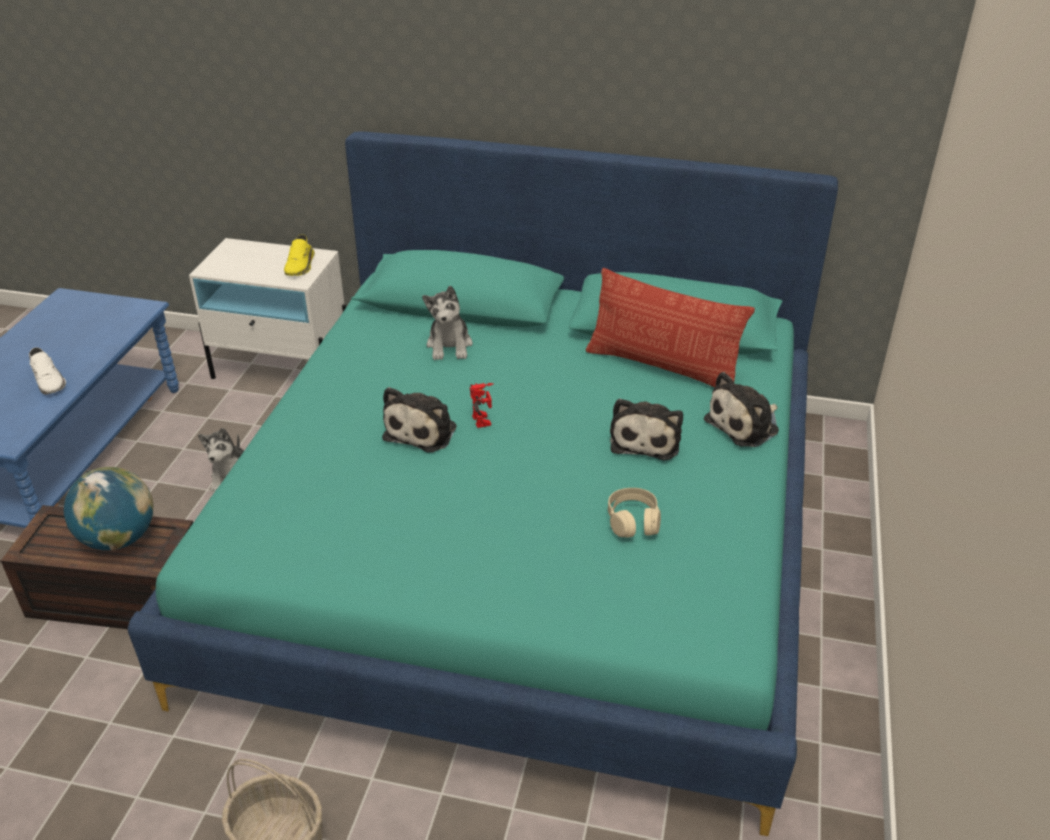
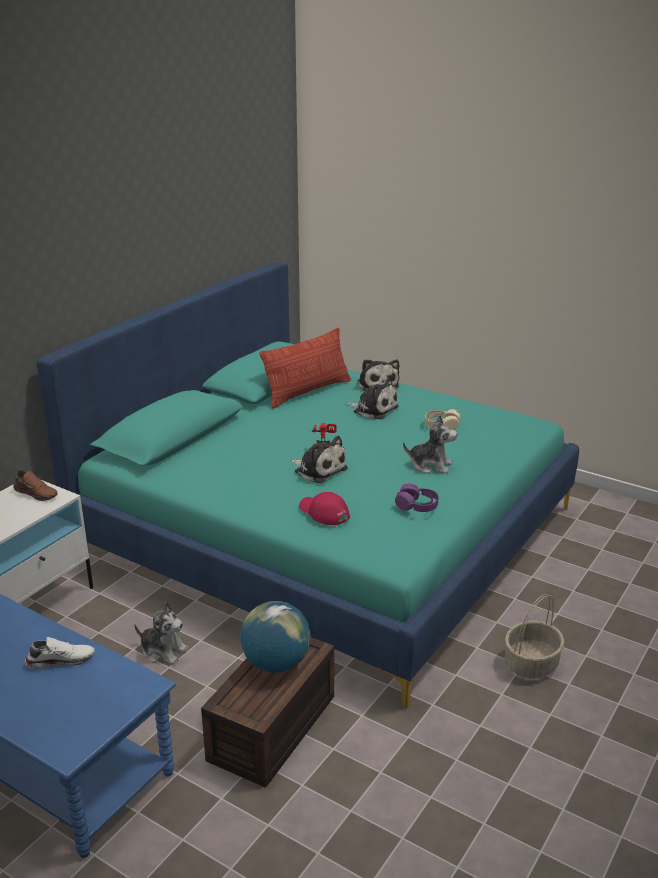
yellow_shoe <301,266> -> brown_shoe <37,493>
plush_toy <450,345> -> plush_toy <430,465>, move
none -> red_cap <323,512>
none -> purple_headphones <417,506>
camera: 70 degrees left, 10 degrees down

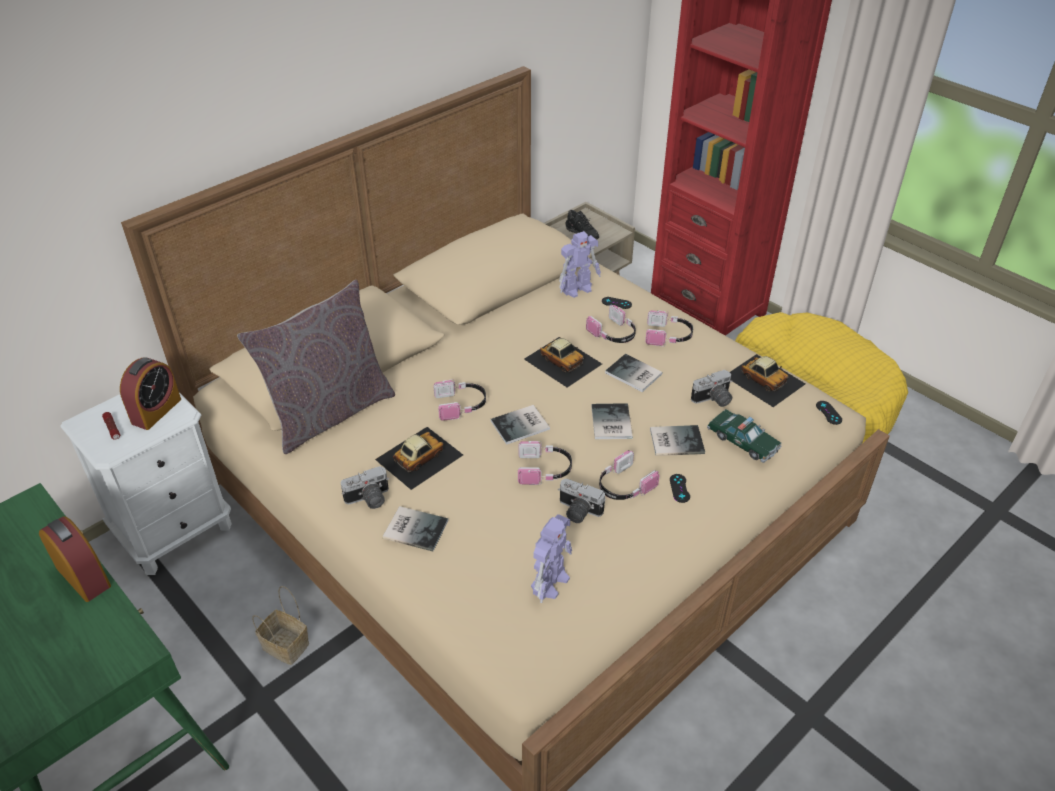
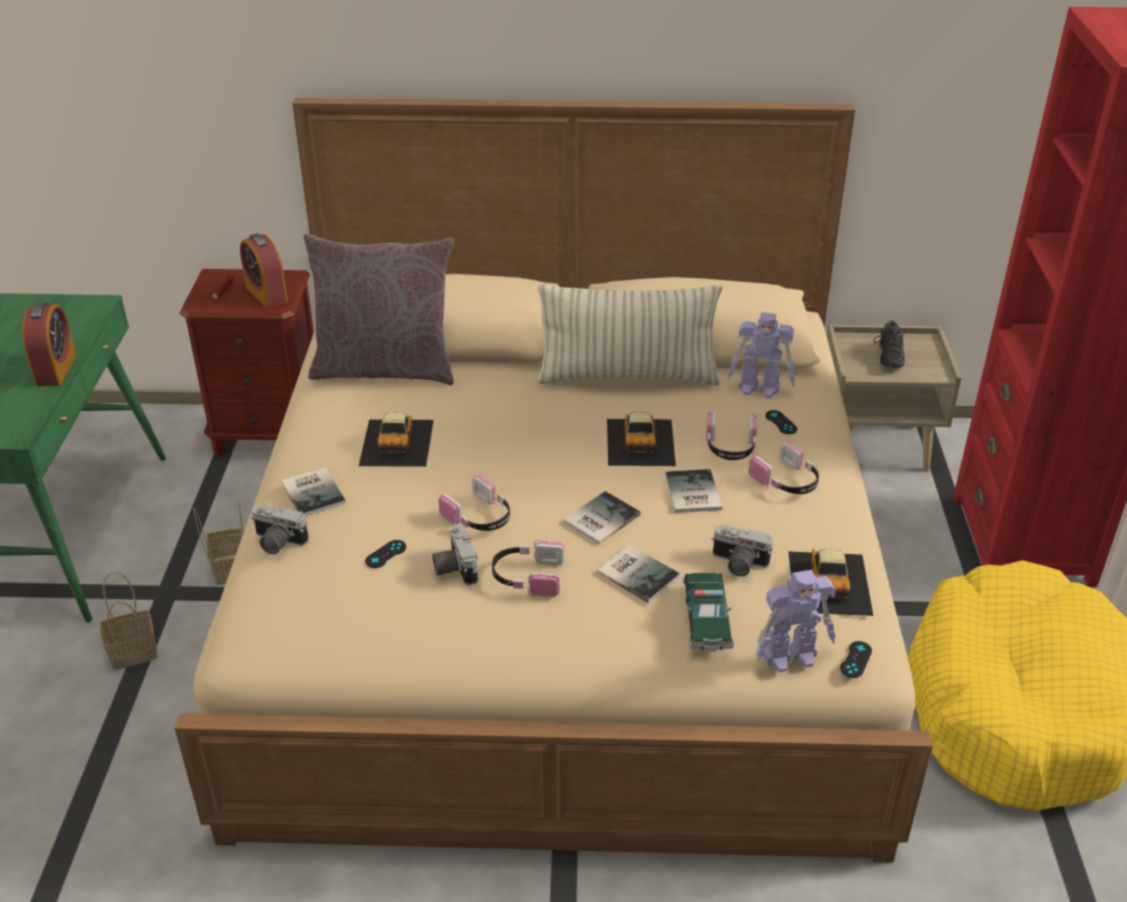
white_nightstand <175,531> -> brown_nightstand <269,434>
alarm_clock <156,411> -> alarm_clock <266,294>, 75 degrees clockwise
photo_camera <368,500> -> photo_camera <277,543>, move
toy_car <418,457> -> toy_car <397,442>, 90 degrees clockwise
headphones <461,405> -> none
book <522,425> -> none
toy_robot <551,582> -> toy_robot <791,656>, move
black_game_controller <679,488> -> black_game_controller <386,554>, move
none -> basket <135,651>
none -> pillow <627,376>
camera: 45 degrees right, 5 degrees down

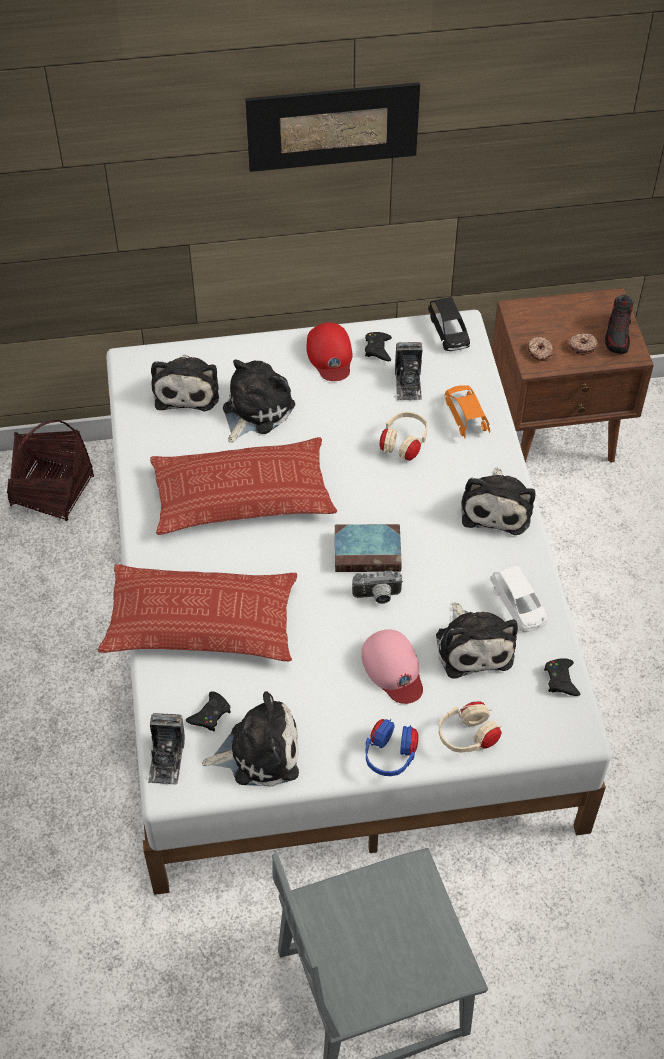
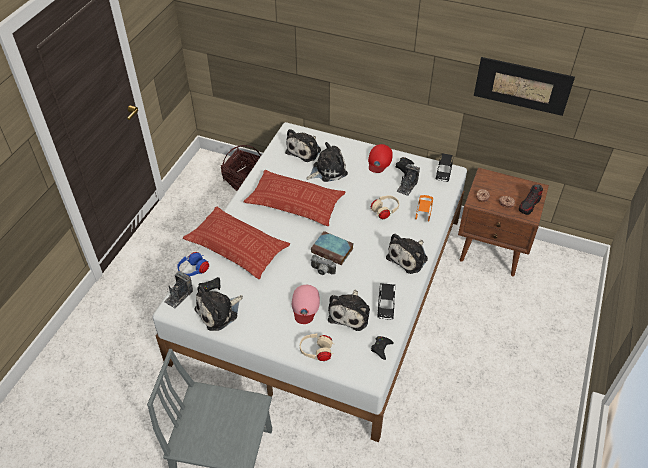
plush_toy <259,752> -> plush_toy <219,312>, 120 degrees clockwise
picture <332,126> -> picture <522,85>, move
blue_headphones <390,756> -> blue_headphones <194,270>, move
white_toy_car <518,605> -> black_toy_car <386,305>
camera: 30 degrees right, 5 degrees down

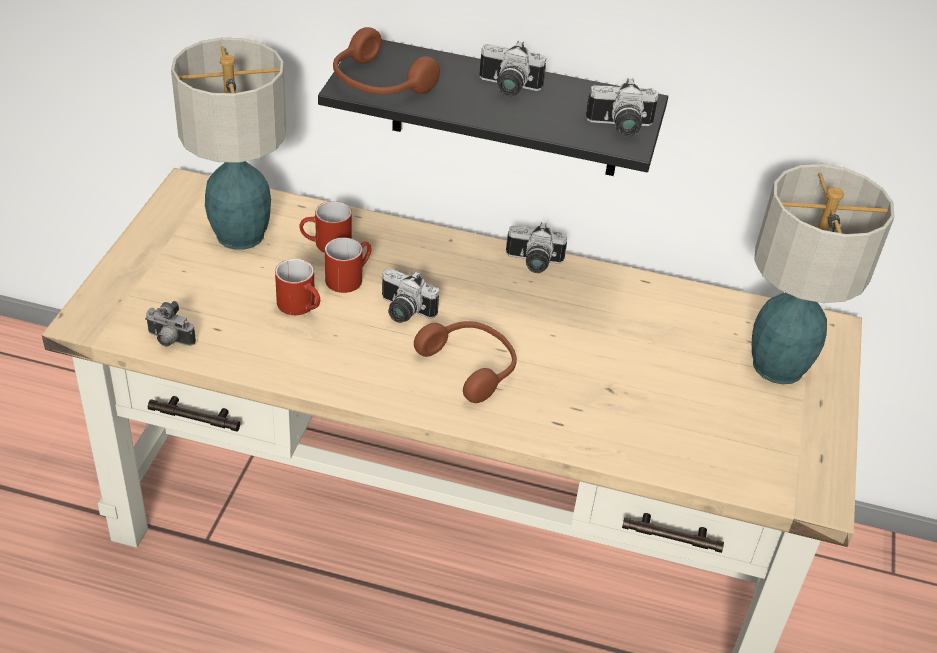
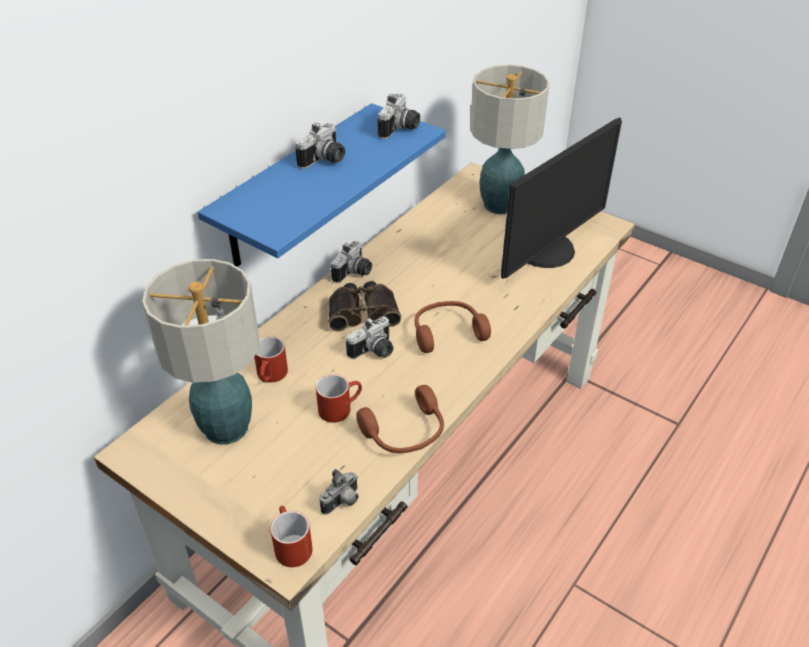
black_shelf <506,108> -> blue_shelf <295,187>
red_mug <348,277> -> red_mug <290,545>, move
brown_headphones <378,84> -> brown_headphones <405,433>, move
none -> binoculars <363,311>
none -> monitor <547,251>
camera: 65 degrees left, 0 degrees up

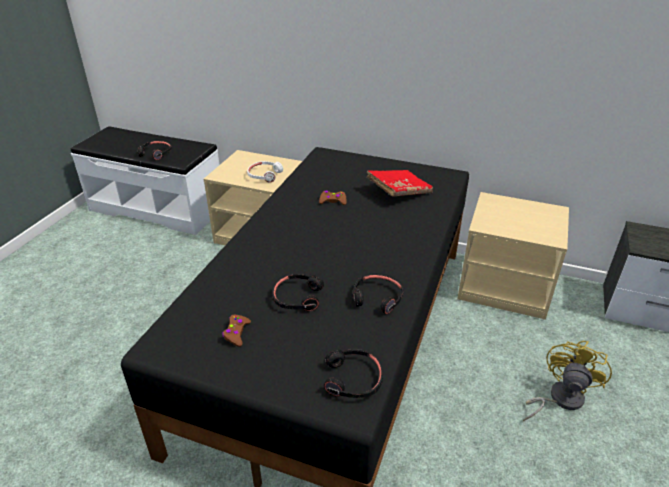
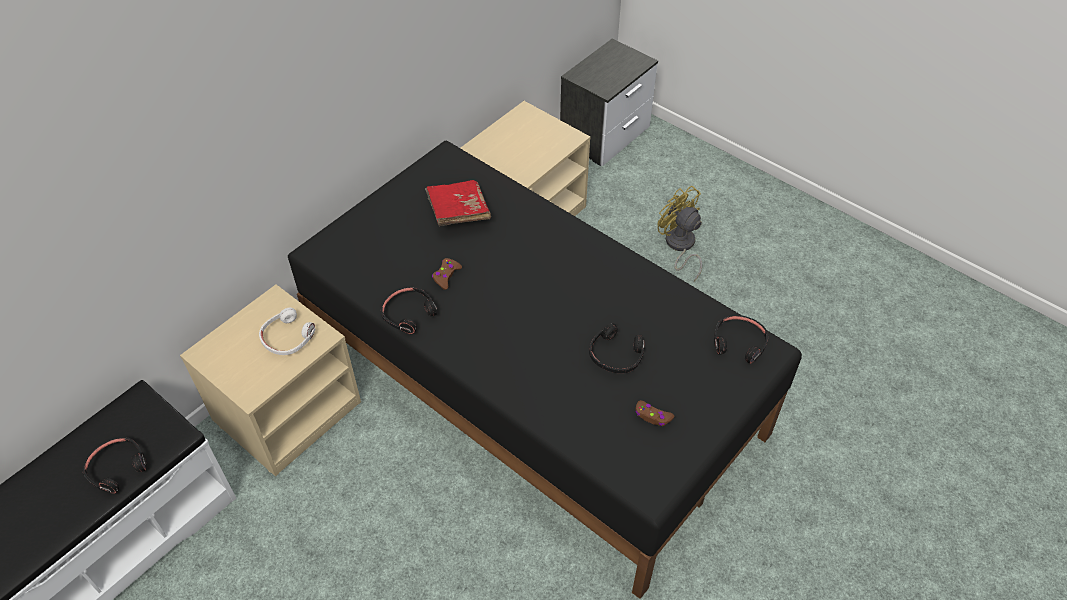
black_headphones <377,298> -> black_headphones <408,314>, move
camera: 70 degrees left, 15 degrees up

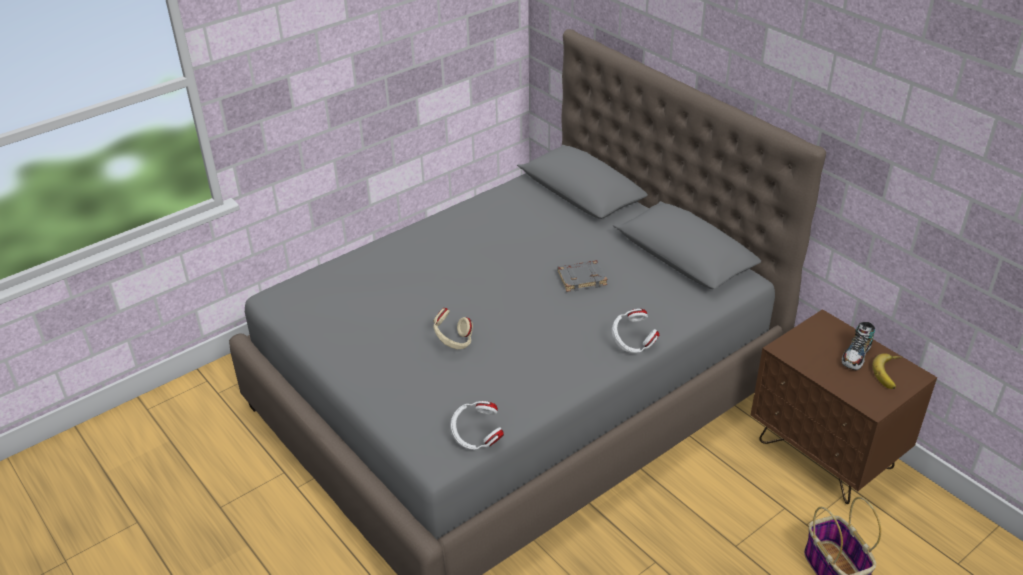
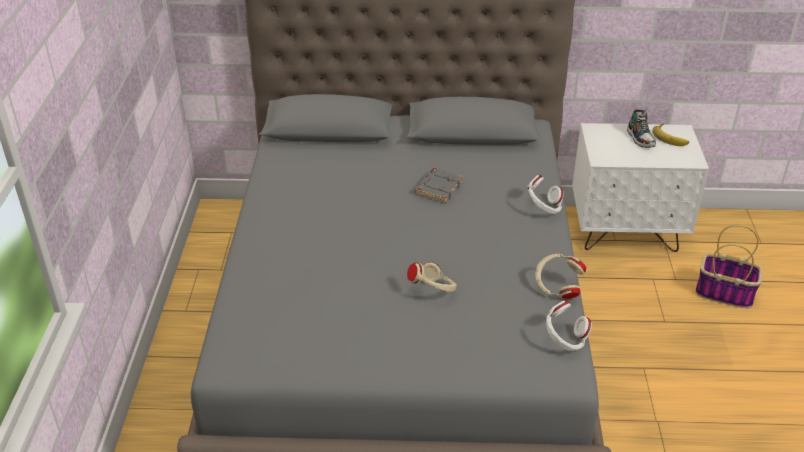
brown_nightstand <825,455> -> white_nightstand <626,232>
none -> beige_headphones <557,288>
camera: 50 degrees left, 0 degrees up

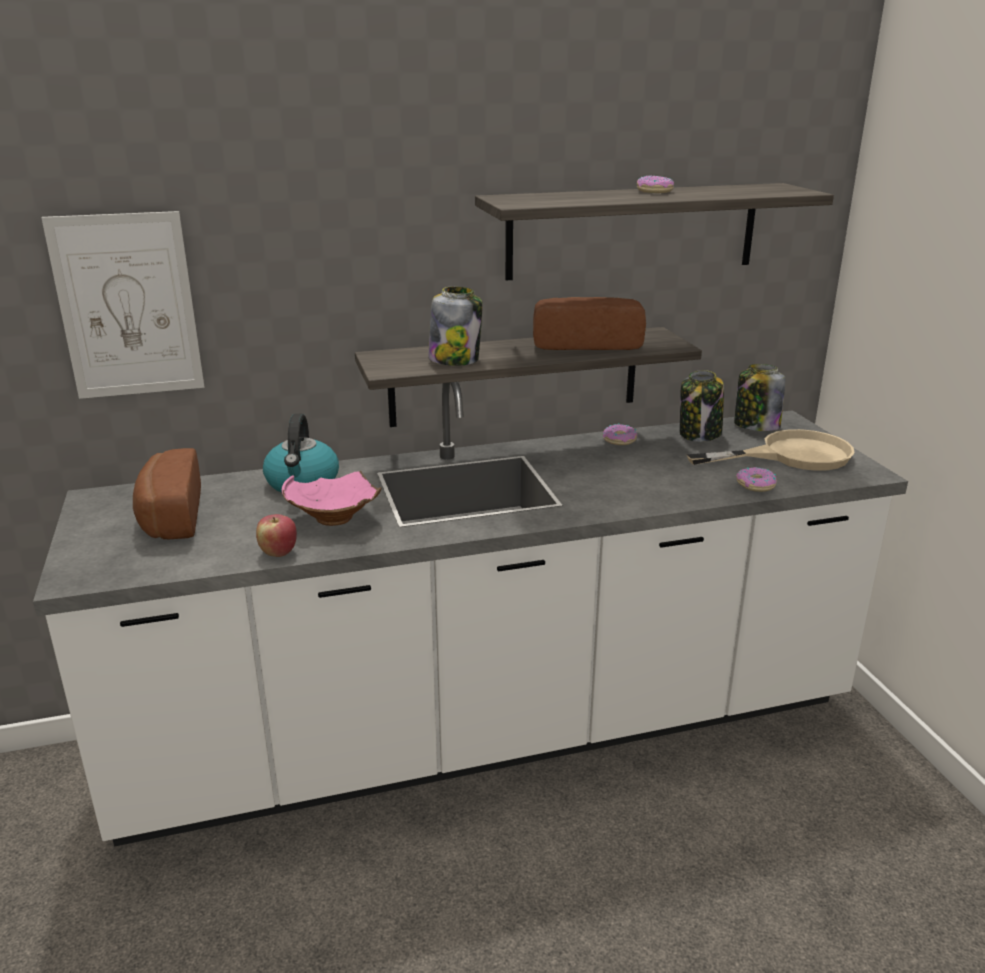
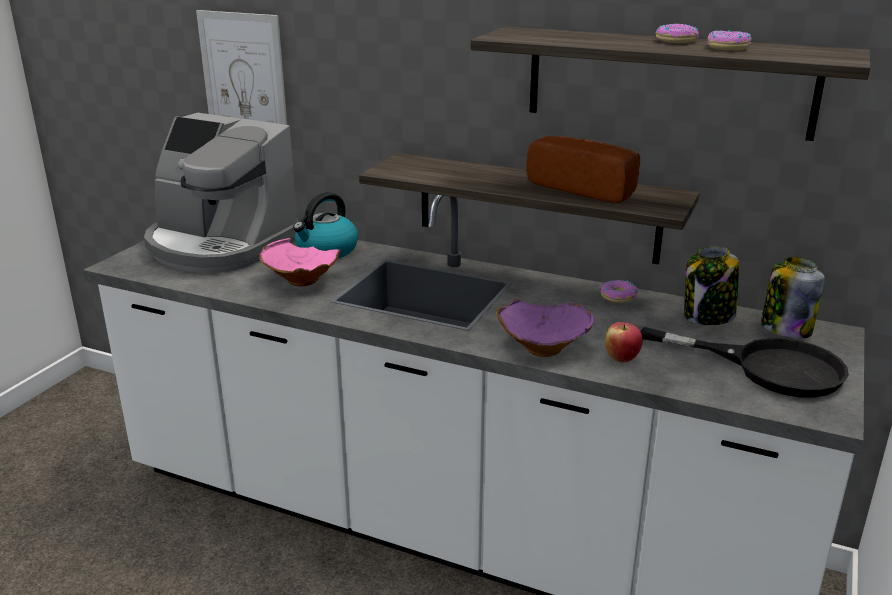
bread <169,516> -> coffee_machine <219,246>
apple <278,552> -> apple <621,358>, move
jar <455,359> -> none
beige_frying_pan <790,455> -> black_frying_pan <768,367>
donut <755,485> -> donut <727,47>, move
none -> purple_bowl <543,347>
camera: 40 degrees right, 0 degrees up

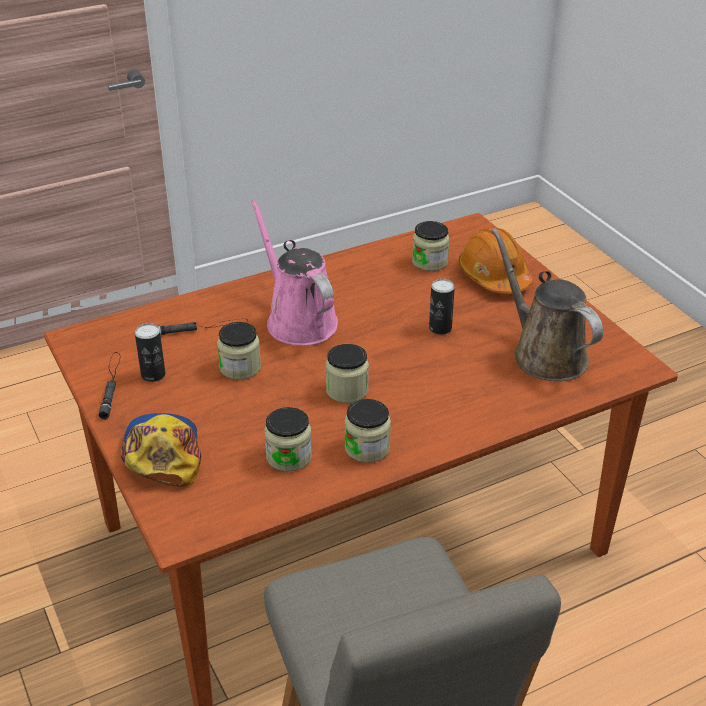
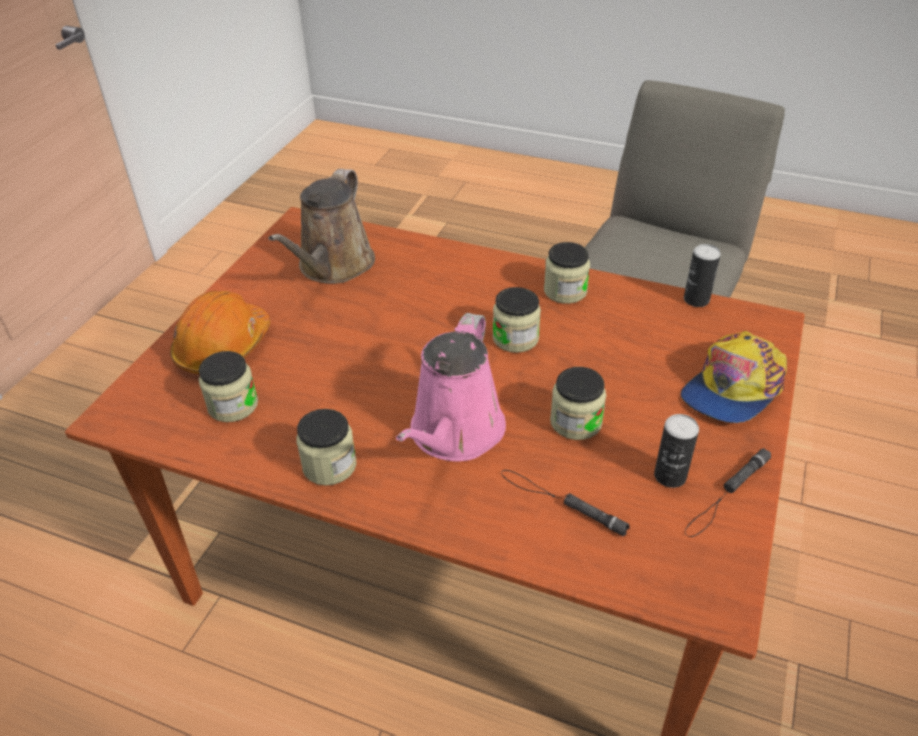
jar <289,456> -> jar <329,465>, move
can <440,328> -> can <696,299>, move
camera: 130 degrees left, 5 degrees up

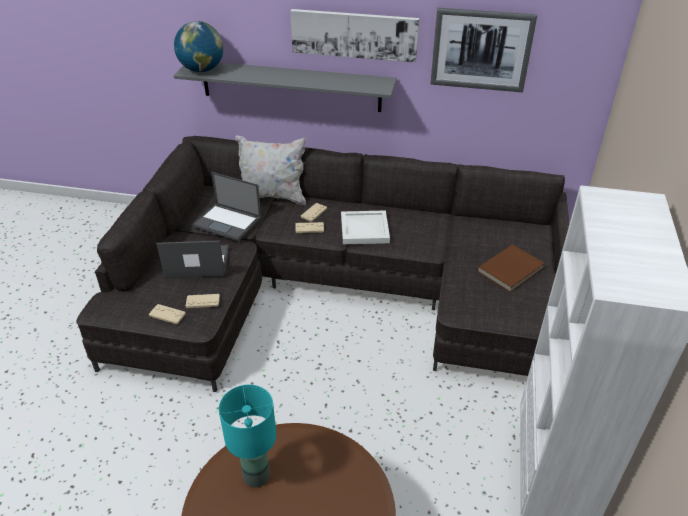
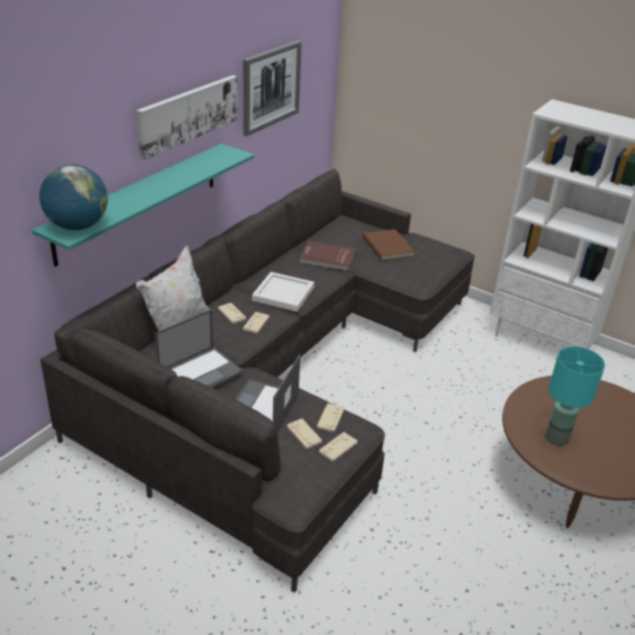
grey_shelf <291,86> -> turquoise_shelf <139,202>
none -> beige_game_controller <304,434>
none -> red_book <327,258>
camera: 70 degrees left, 5 degrees down

